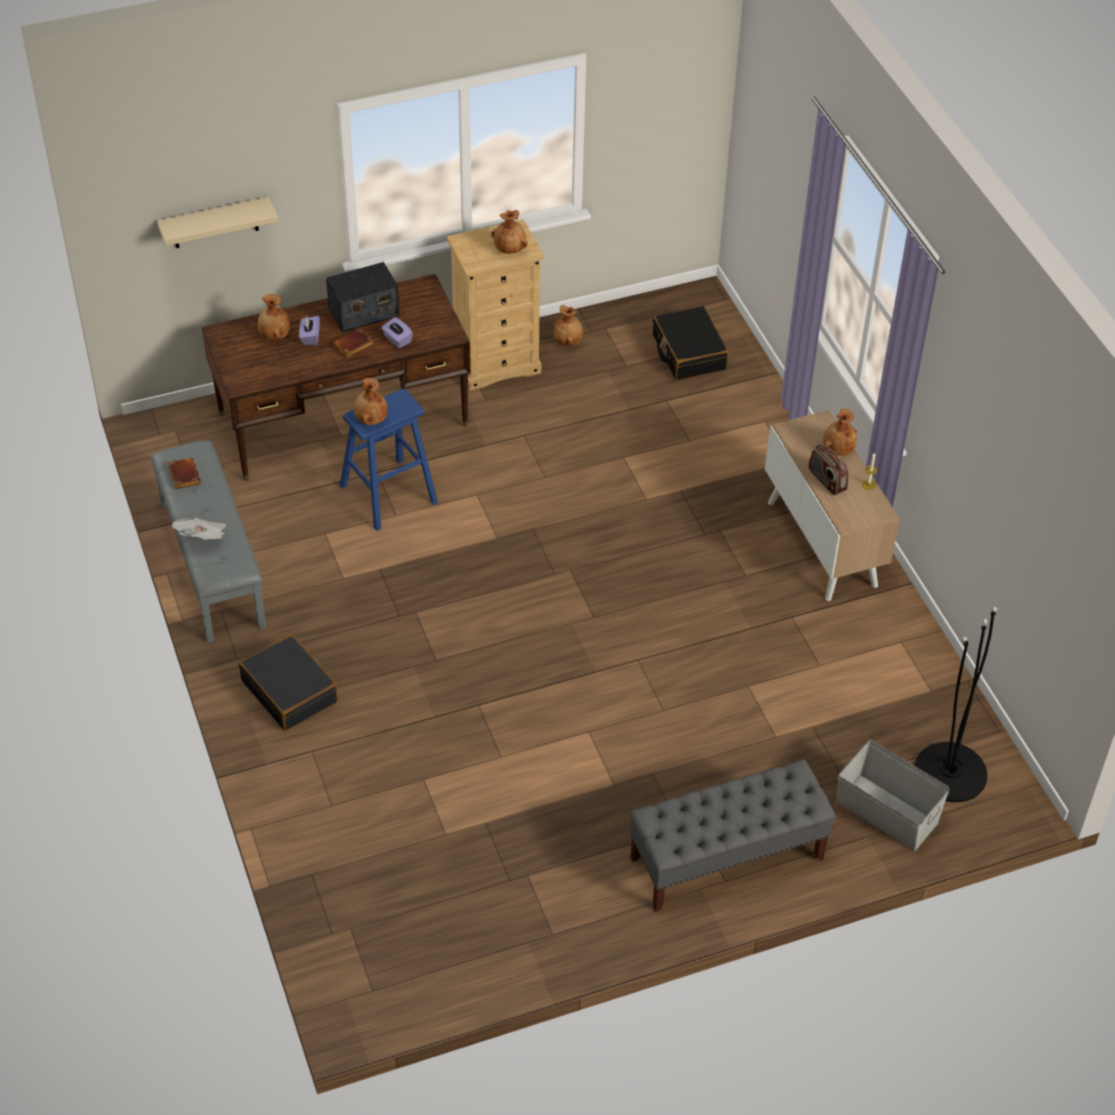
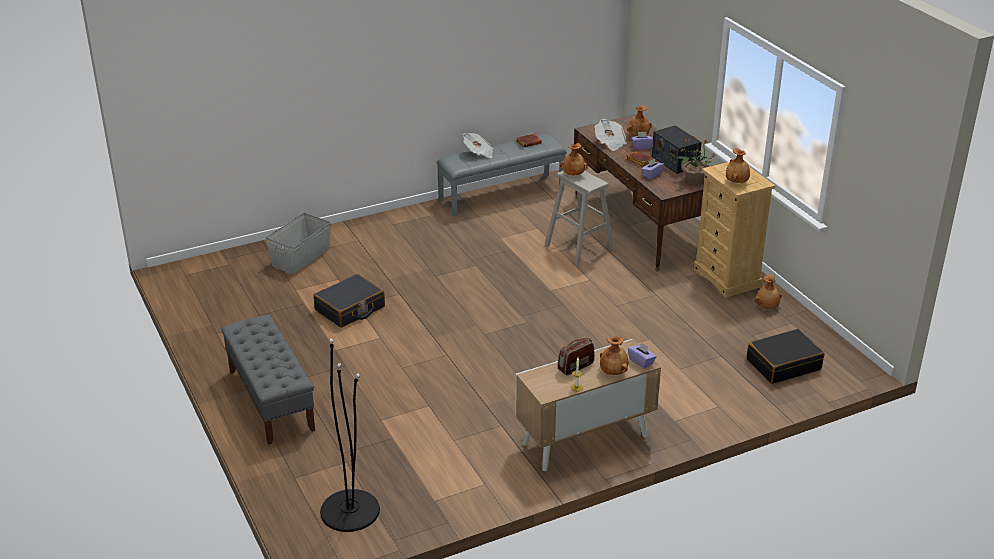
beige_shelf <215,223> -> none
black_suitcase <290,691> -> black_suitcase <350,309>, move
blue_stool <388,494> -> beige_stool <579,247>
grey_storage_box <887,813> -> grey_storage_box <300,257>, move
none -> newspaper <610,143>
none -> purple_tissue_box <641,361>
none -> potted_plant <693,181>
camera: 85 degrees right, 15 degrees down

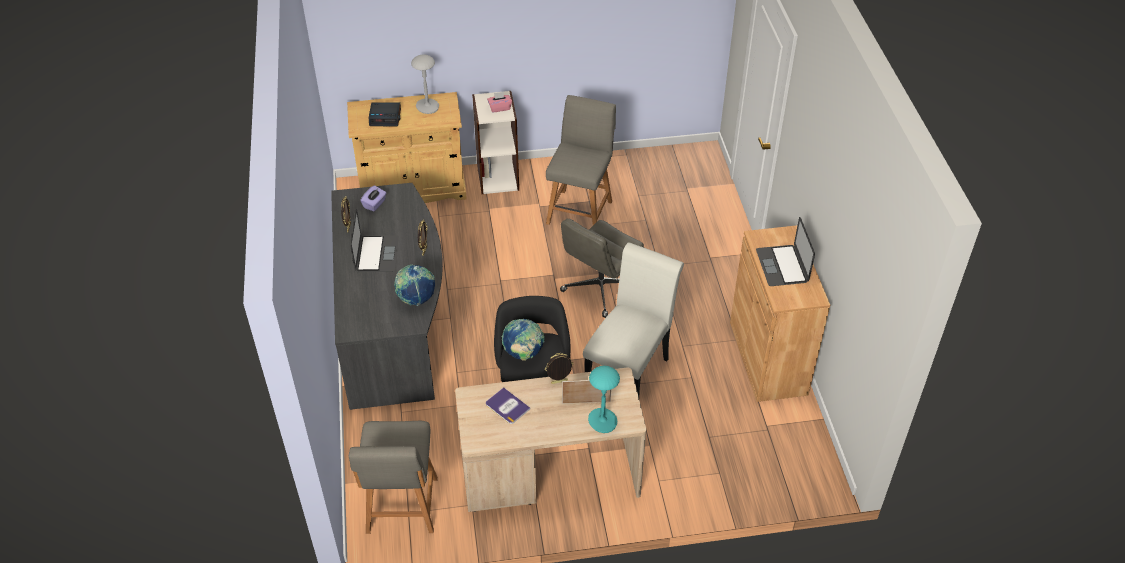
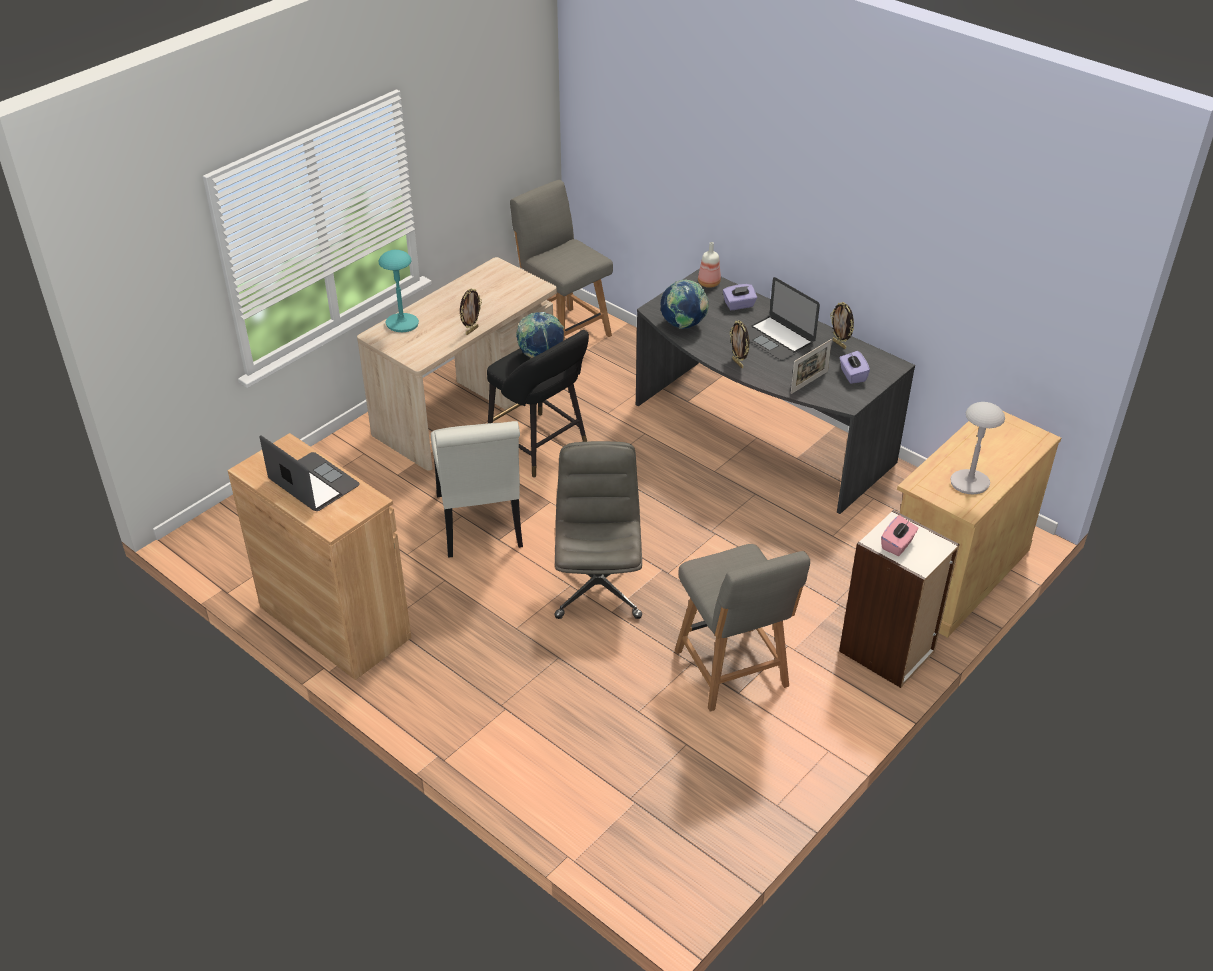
alarm_clock <385,117> -> none
book <507,406> -> none
picture_frame <586,402> -> picture_frame <809,382>, move
none -> bottle <708,283>
none -> purple_tissue_box <739,305>
camera: 140 degrees right, 5 degrees down

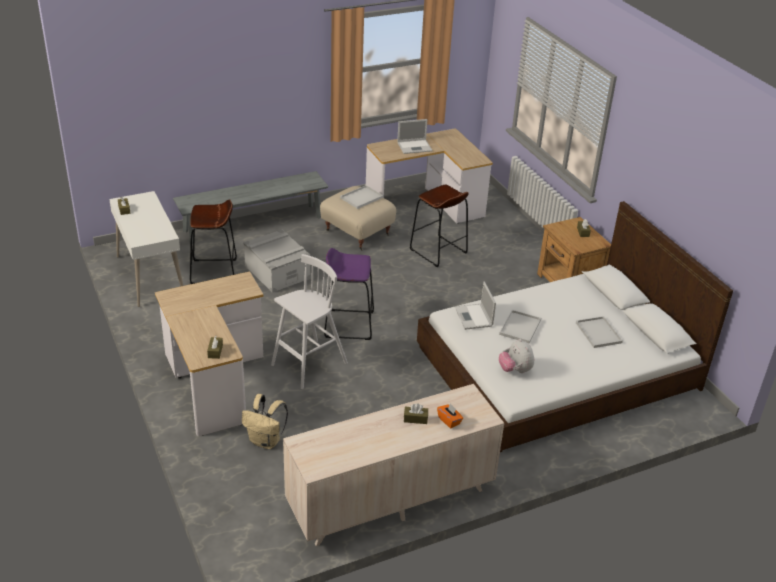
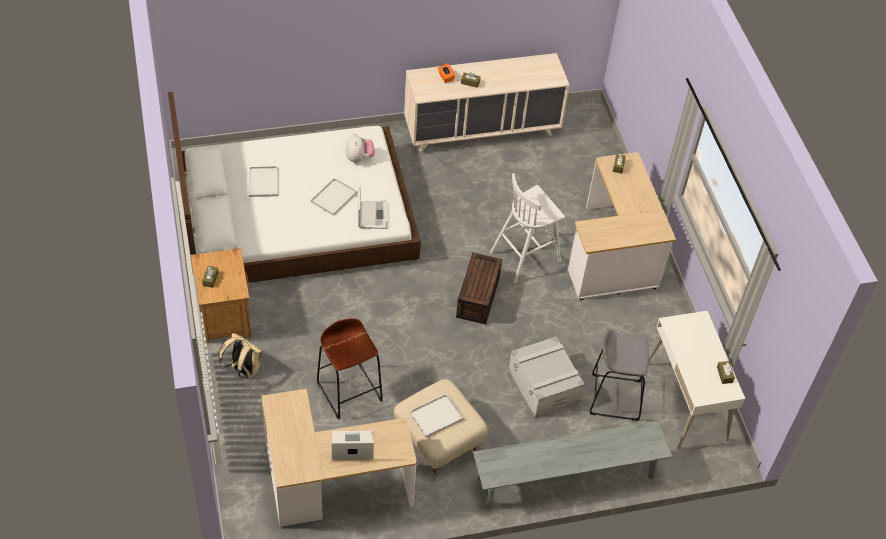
brown_stool <214,272> -> grey_stool <614,397>
beige_backpack <266,441> -> beige_backpack <244,369>, move
purple_stool <349,324> -> brown_storage_box <478,298>
camera: 170 degrees left, 15 degrees up

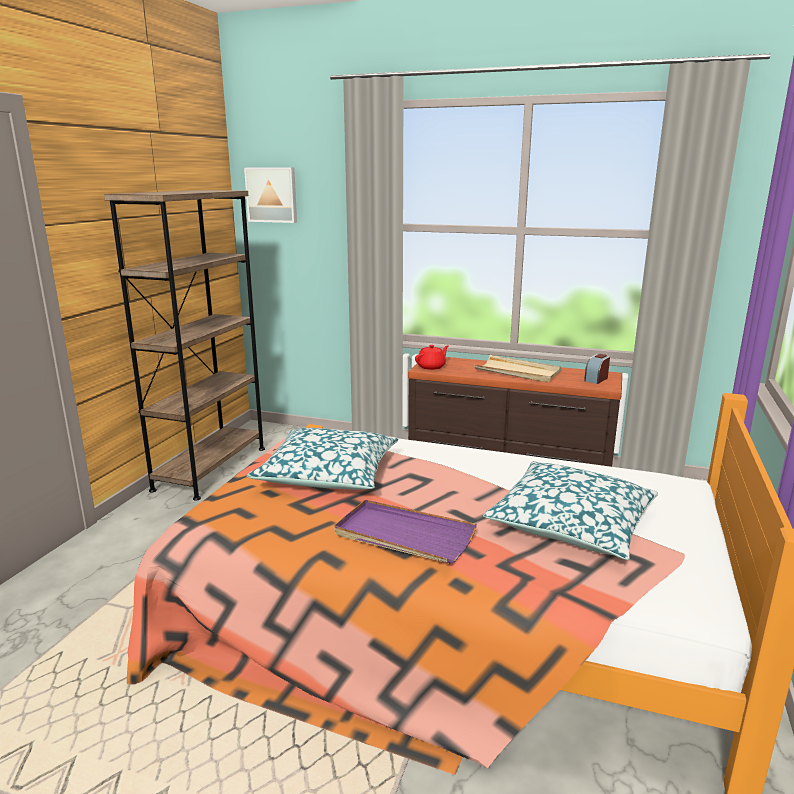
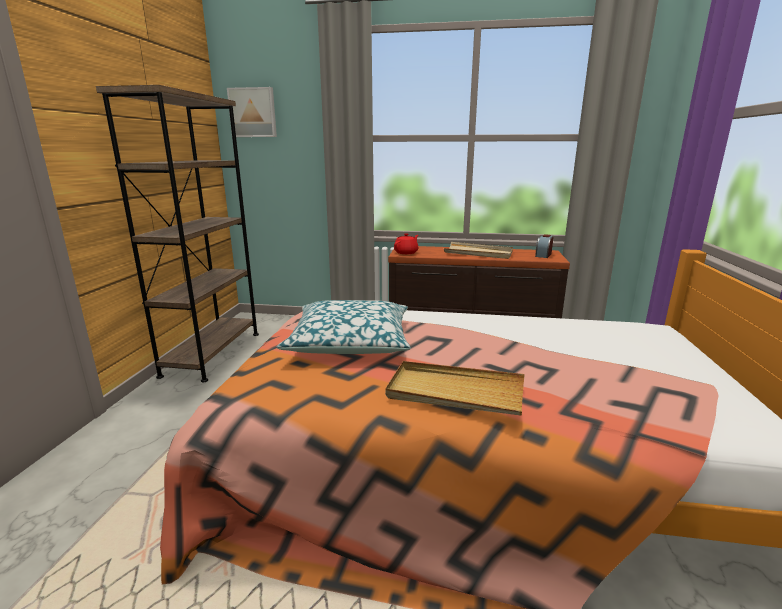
purple_tray <403,535> -> beige_tray <455,392>
pillow <571,523> -> none
camera: 10 degrees left, 0 degrees up

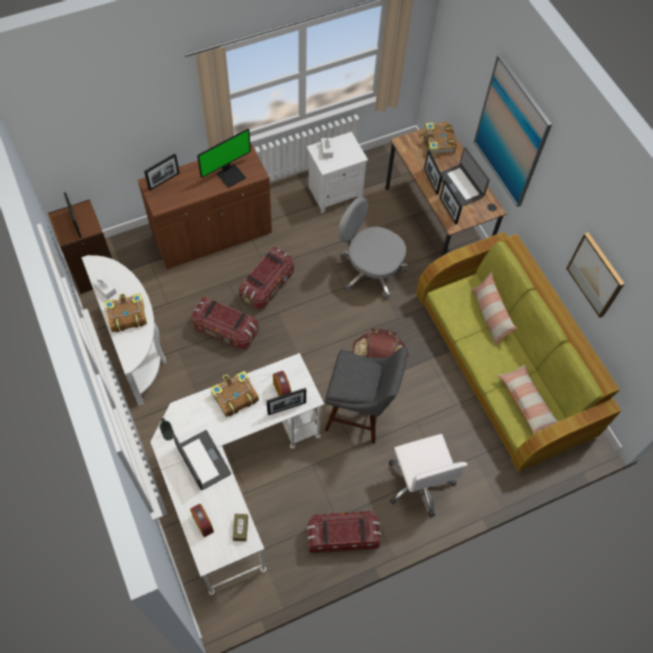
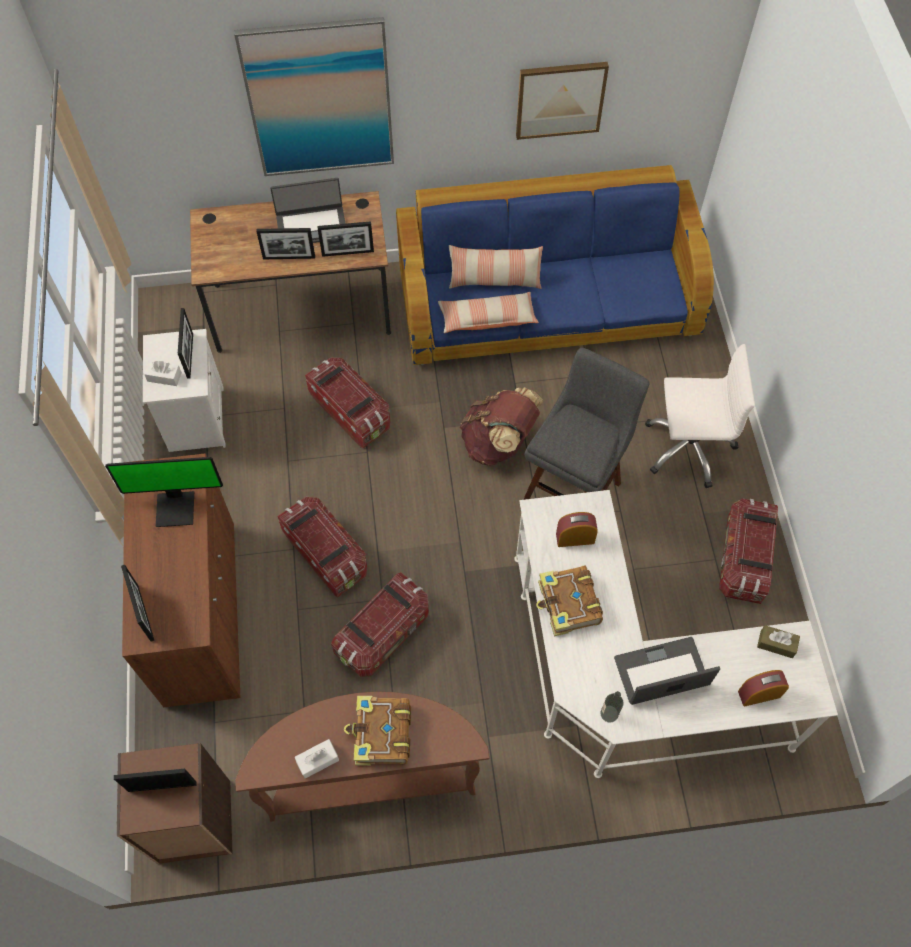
white_console_table <137,348> -> brown_console_table <371,777>
monitor <230,175> -> monitor <176,507>, 105 degrees clockwise
picture_frame <286,408> -> picture_frame <190,356>, move
grey_office_chair <370,270> -> storage_box <350,411>
green_sofa <504,364> -> blue_sofa <548,302>
book <438,143> -> none
pillow <526,402> -> pillow <487,318>, move
camera: 70 degrees left, 0 degrees up

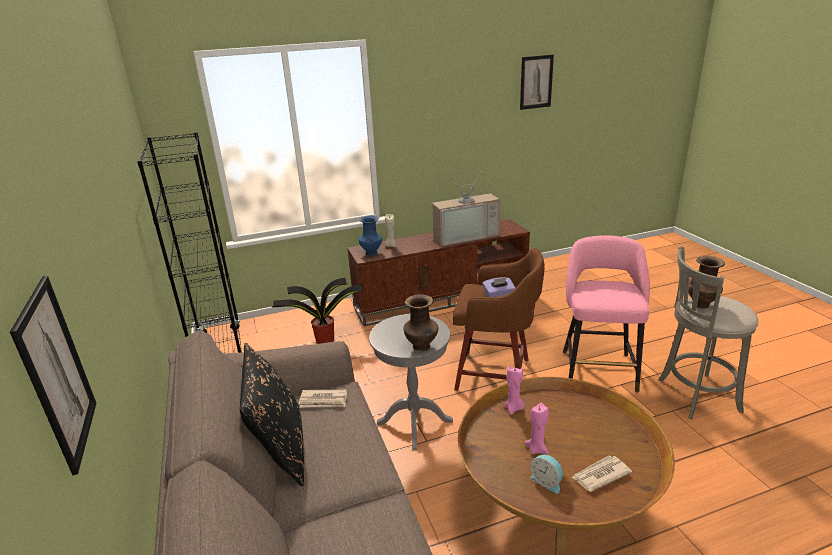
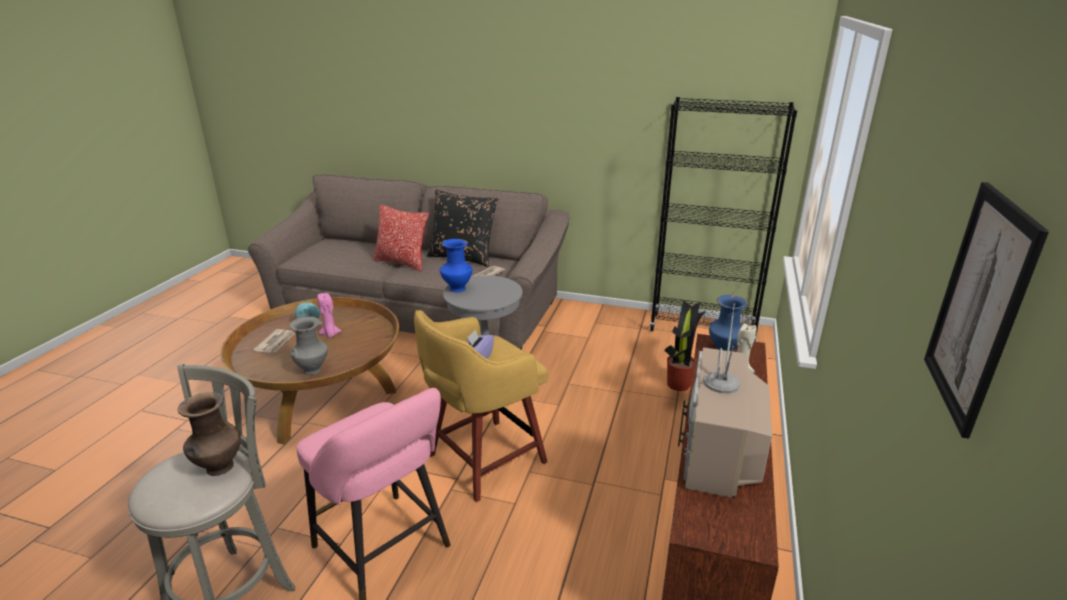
picture <57,373> -> none
brown_vase <422,347> -> blue_vase <456,289>
brown_stool <496,375> -> yellow_stool <483,460>
pink_candle <514,408> -> none
none -> grey_vase <313,370>
none -> pillow <402,263>
camera: 125 degrees right, 0 degrees up

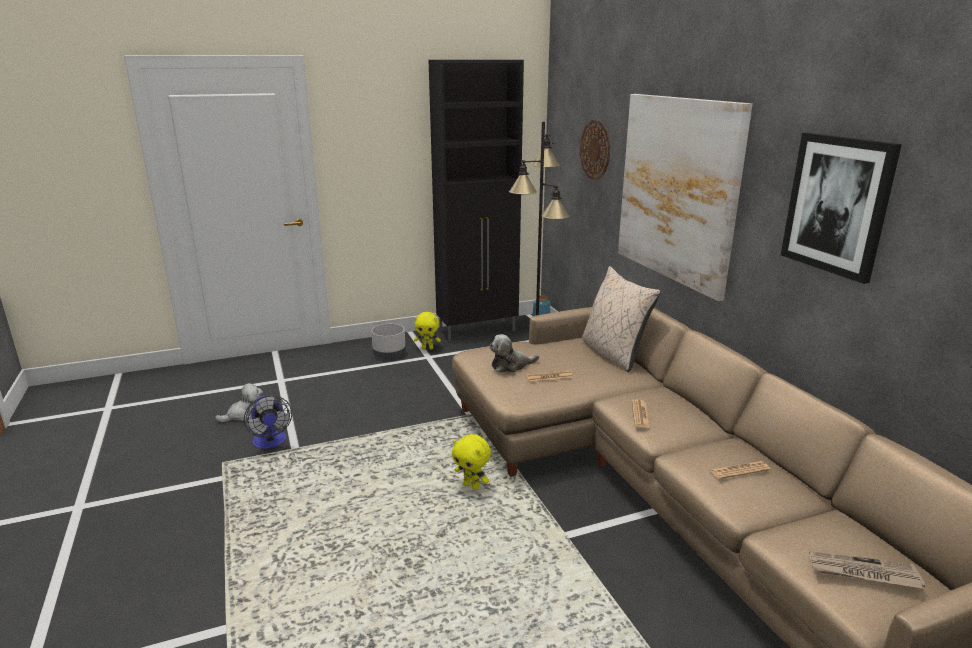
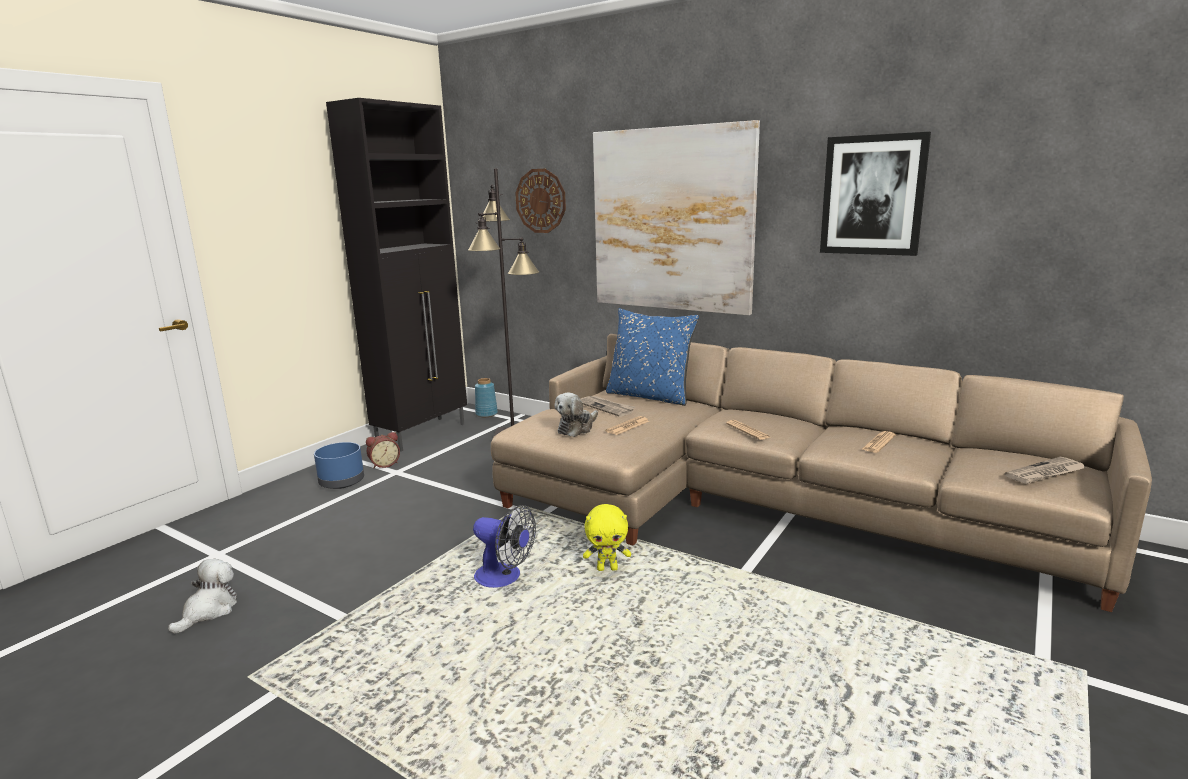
fan <270,442> -> fan <505,577>, move
grey_planter <389,354> -> blue_planter <341,483>
yellow_plush_toy <427,348> -> alarm_clock <384,464>
beige_pillow <614,353> -> blue_pillow <650,396>
none -> newspaper <606,407>
camera: 35 degrees left, 5 degrees down

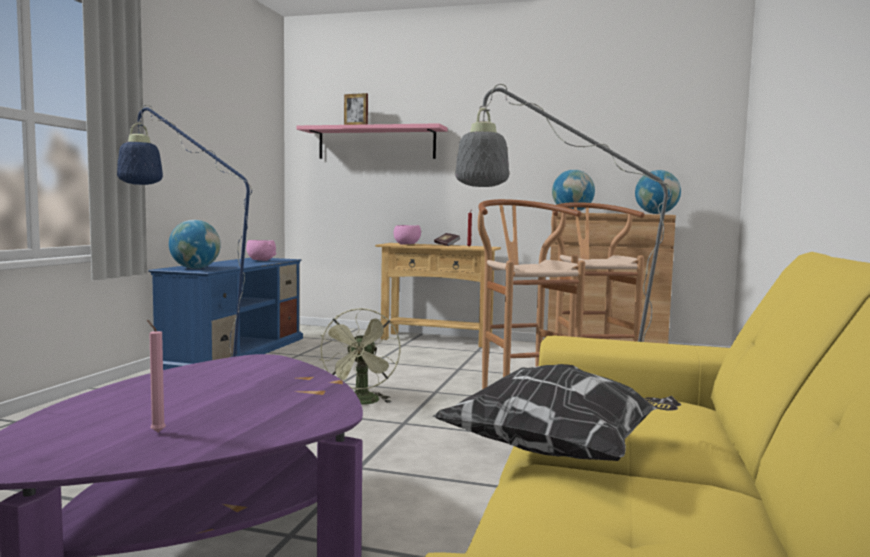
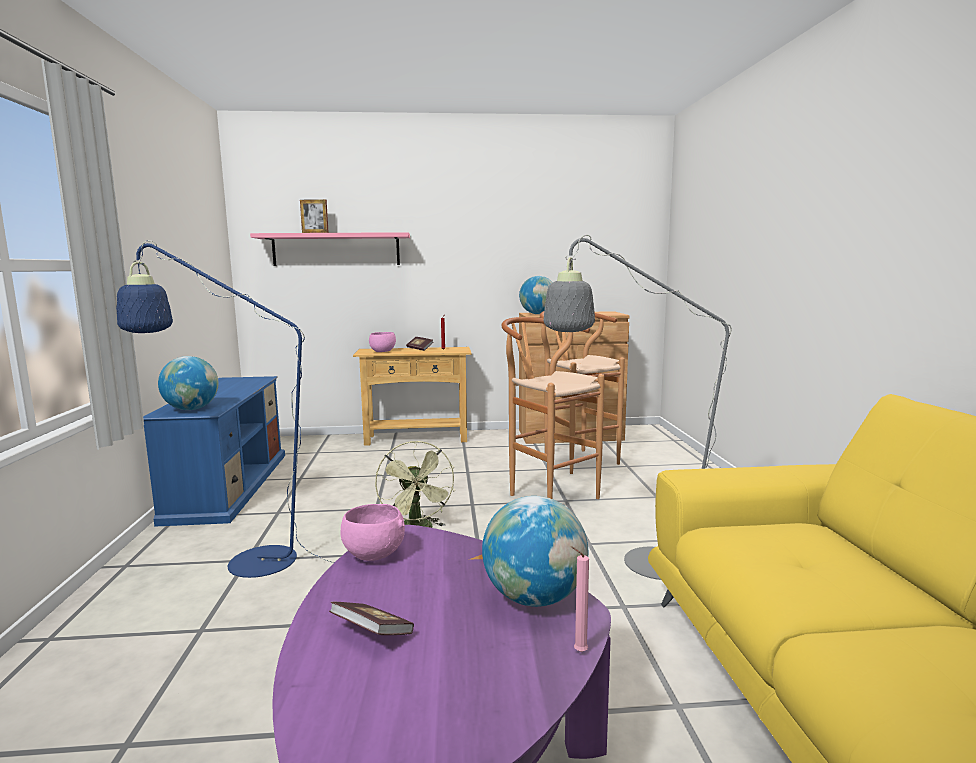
pink_candle <156,432> -> pink_candle <578,651>, move
pink_bowl <260,260> -> pink_bowl <373,554>, move
pillow <561,453> -> none
globe <656,214> -> globe <534,598>, move
none -> book <372,633>
camera: 20 degrees left, 5 degrees up

